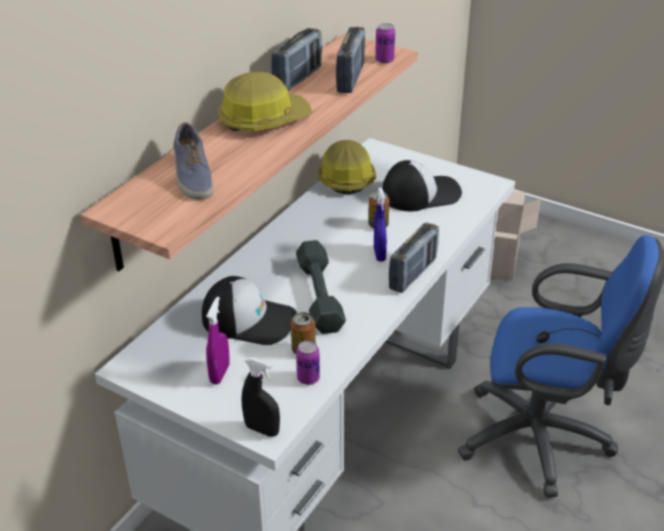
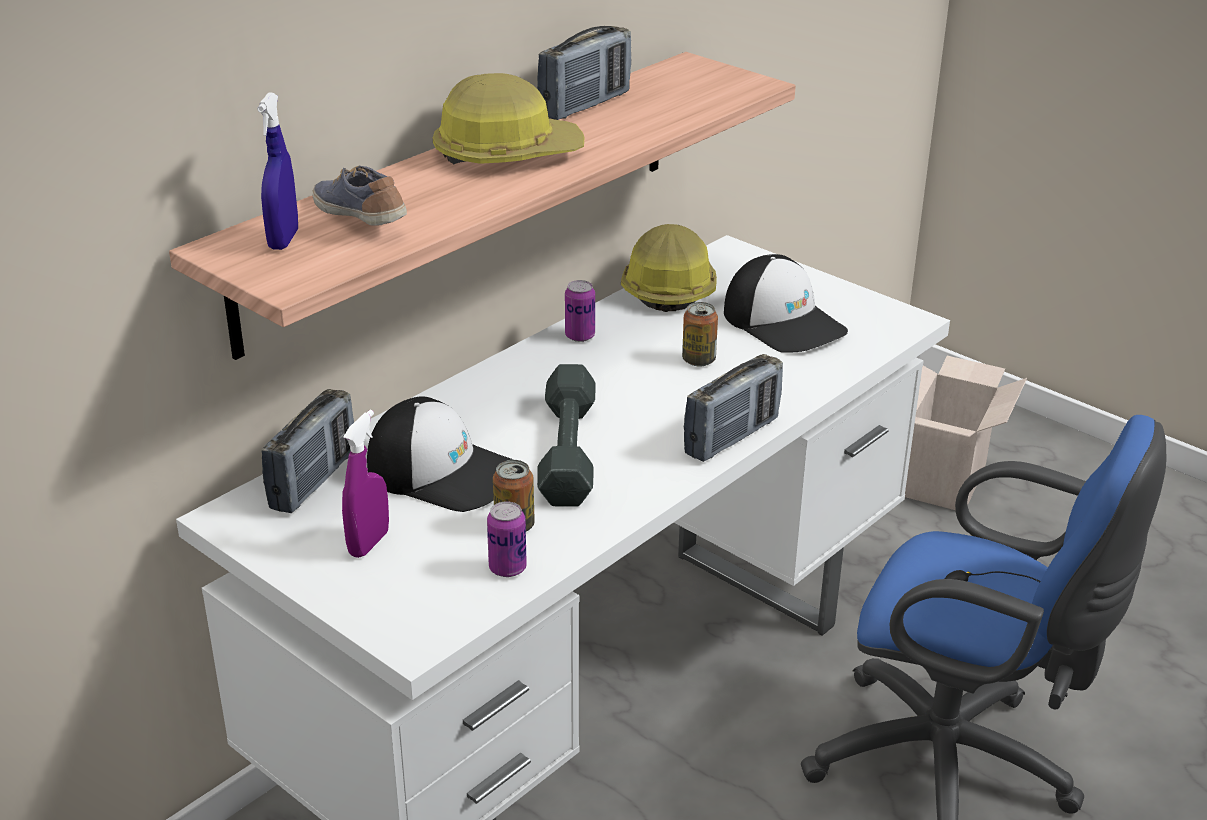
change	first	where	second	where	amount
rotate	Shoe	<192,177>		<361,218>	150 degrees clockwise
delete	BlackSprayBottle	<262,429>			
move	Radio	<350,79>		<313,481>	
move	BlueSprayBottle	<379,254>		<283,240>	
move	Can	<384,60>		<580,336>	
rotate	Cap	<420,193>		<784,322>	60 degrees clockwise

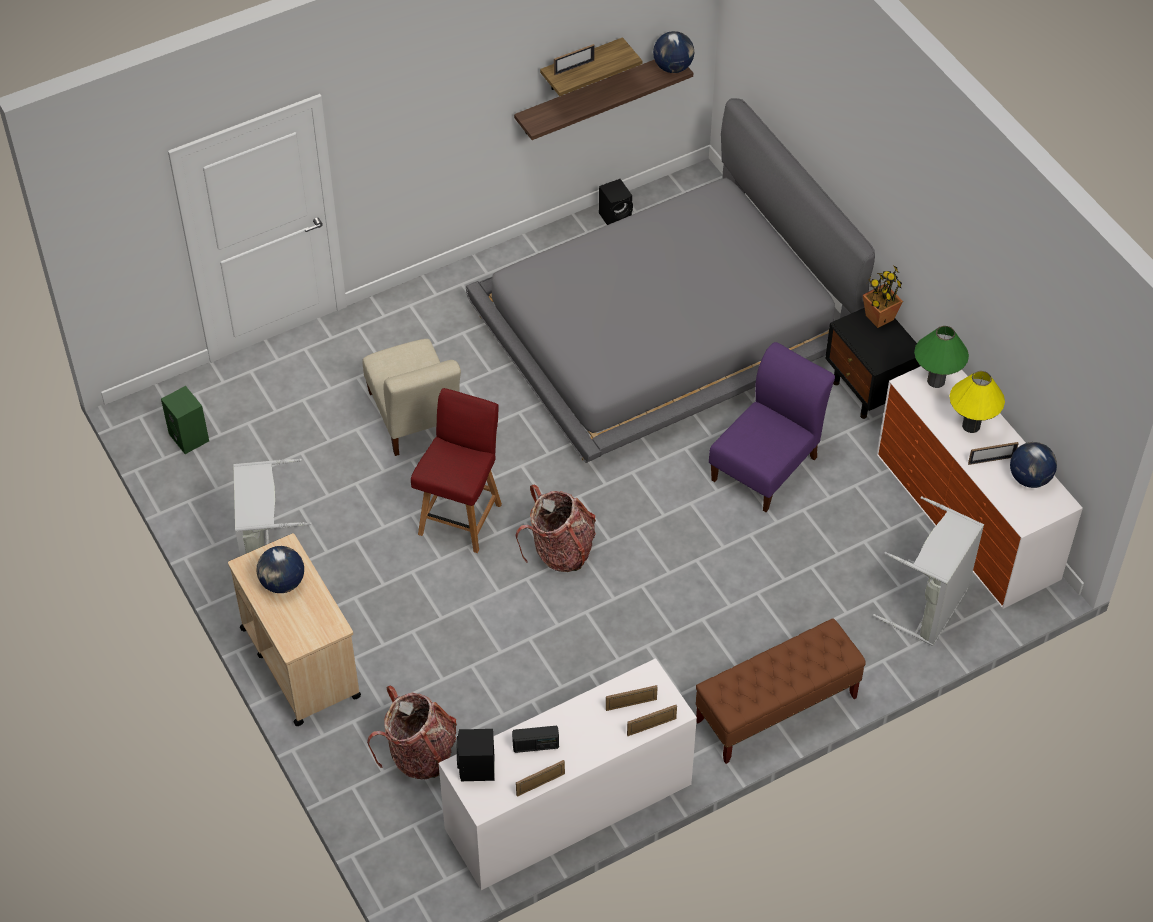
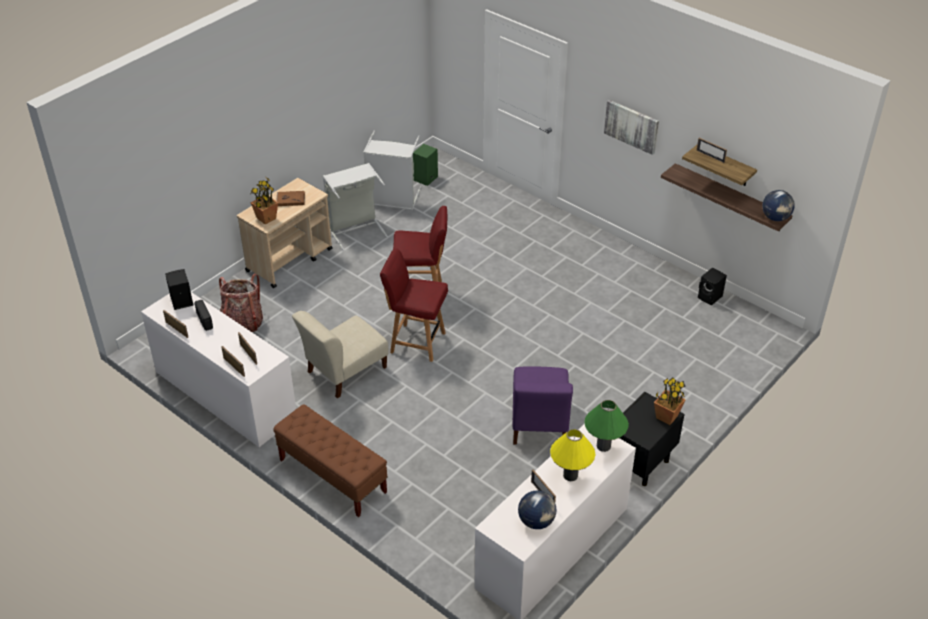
change	first	where	second	where	amount
replace	Globe	<282,583>	BrownBook	<290,199>	
move	BeigeChair	<414,418>		<344,372>	
delete	GreyBed	<665,327>			
replace	Backpack	<560,551>	RedChair	<416,342>	
rotate	PurpleChair	<767,465>		<538,423>	75 degrees clockwise
move	GreyLaundryBasket	<930,608>		<392,200>	
insert			PottedPlant	<266,218>	
insert			Picture	<631,126>	

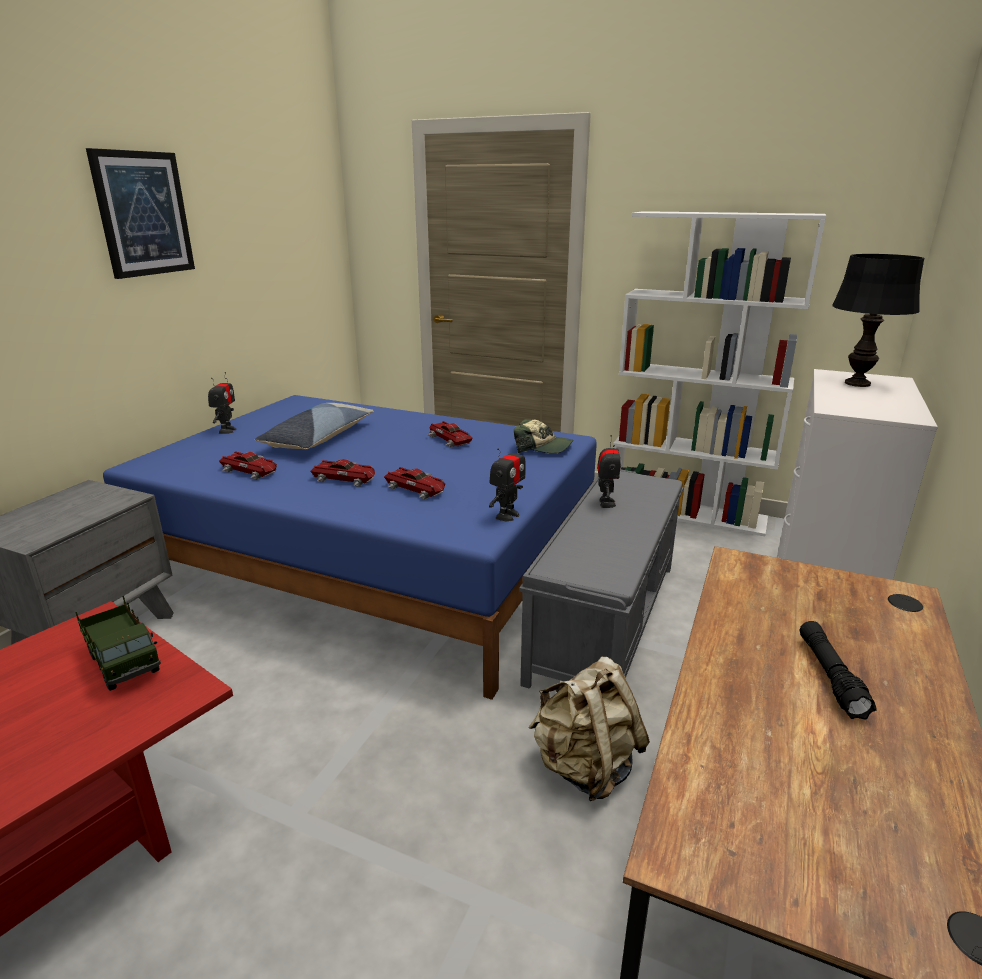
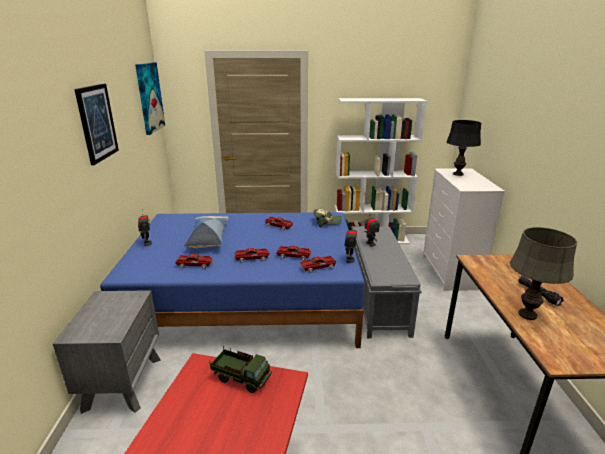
change	first	where	second	where	amount
delete	BeigeBackpack	<585,766>			
insert			Picture	<149,97>	
insert			ToyCar	<318,267>	
insert			GreyTableLamp	<528,315>	

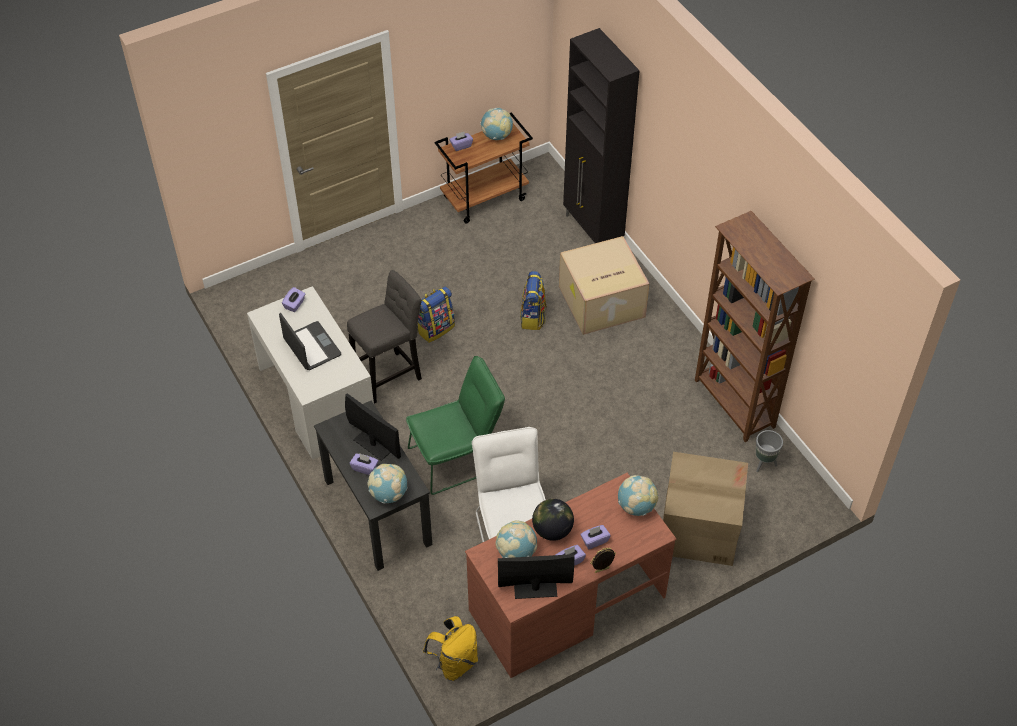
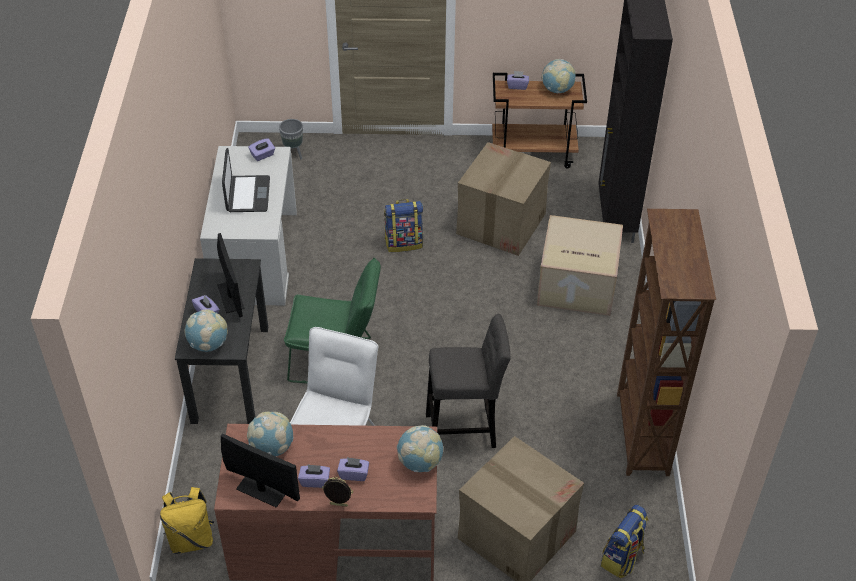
change	first	where	second	where	amount
move	GreyStool	<390,376>		<465,429>	
move	Backpack	<533,317>		<622,558>	
delete	Globe	<552,530>			
move	GreyPlanter	<763,464>		<293,154>	
insert			CardboardBox	<501,224>	

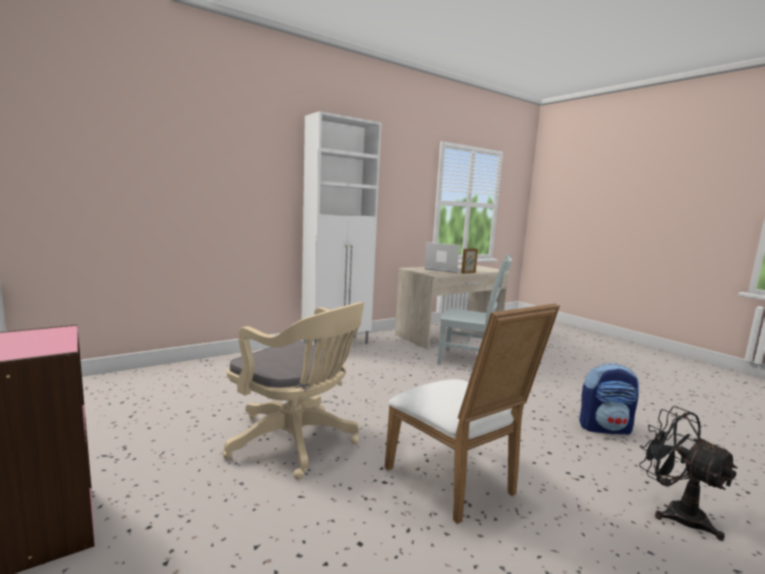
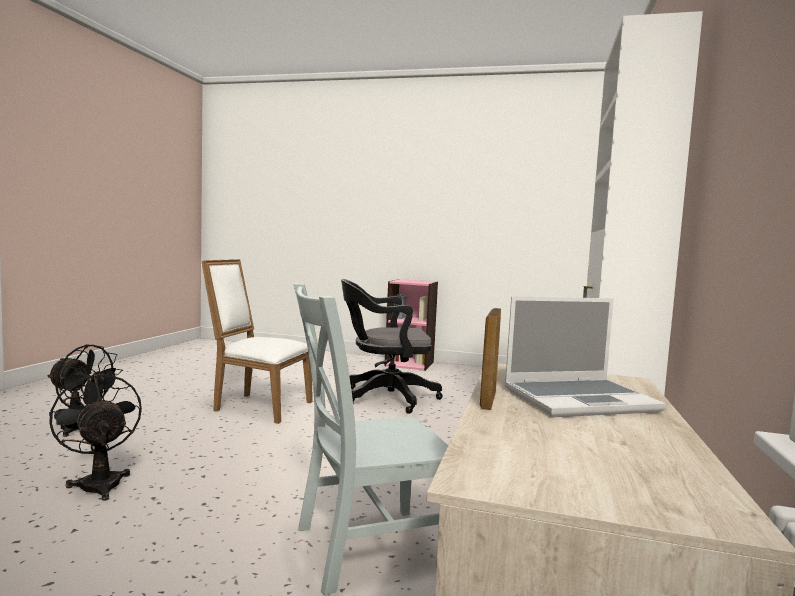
change	first	where	second	where	amount
recolor	BeigeOfficeChair	<297,442>	BlackOfficeChair	<384,398>	
replace	Backpack	<605,428>	BlackFan	<99,482>	

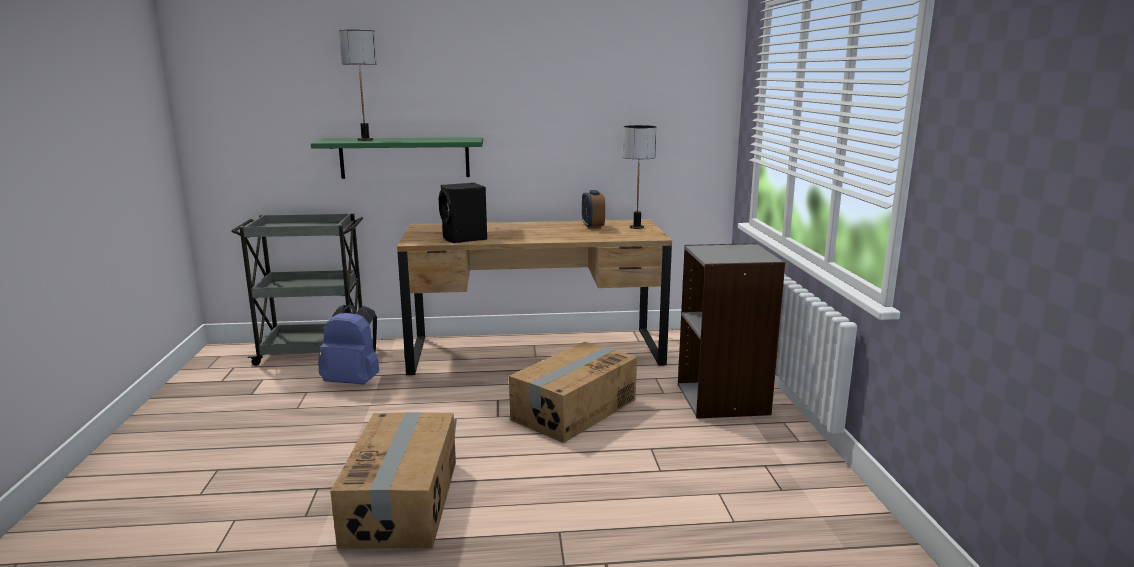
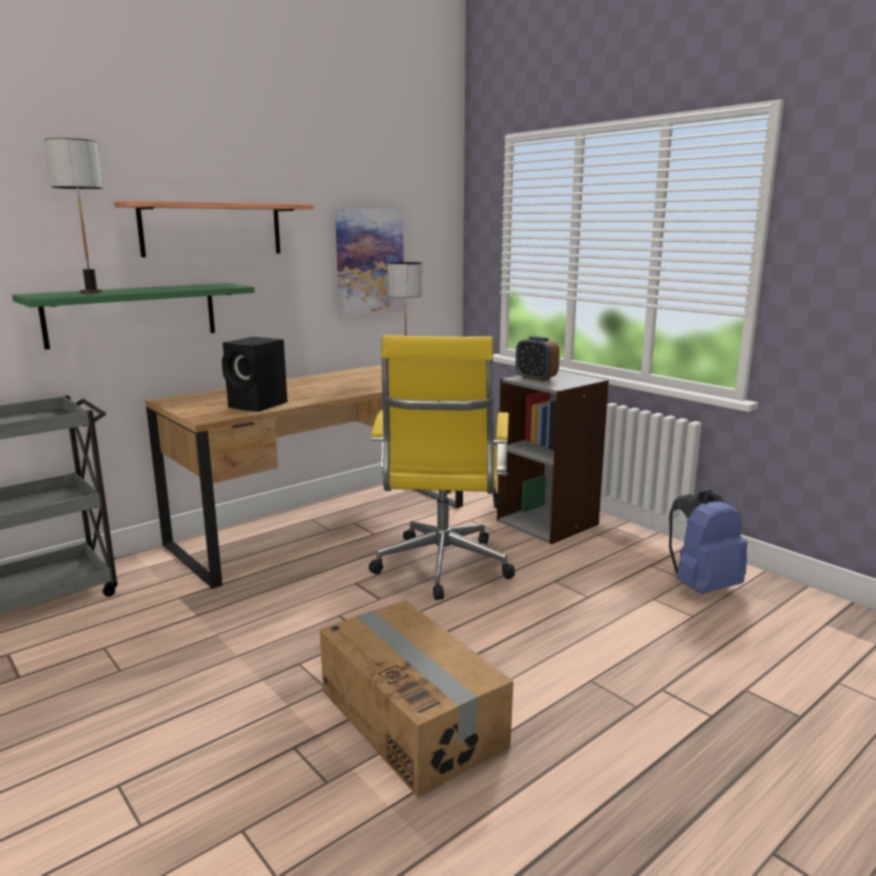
change	first	where	second	where	amount
move	BlueBackpack	<354,382>		<702,586>	
replace	CardboardBox	<573,409>	YellowOfficeChair	<442,569>	
move	AlarmClock	<592,226>		<536,379>	
insert			Shelf	<212,229>	
insert			Picture	<369,262>	

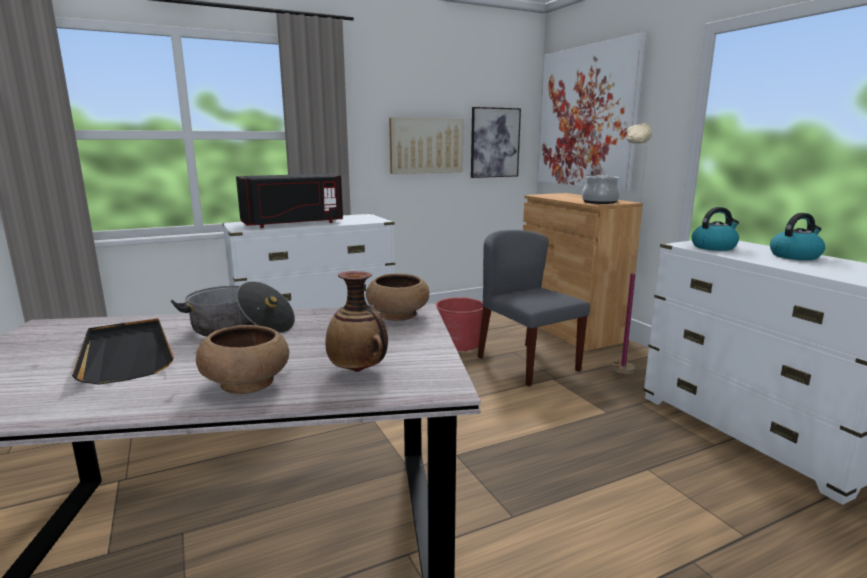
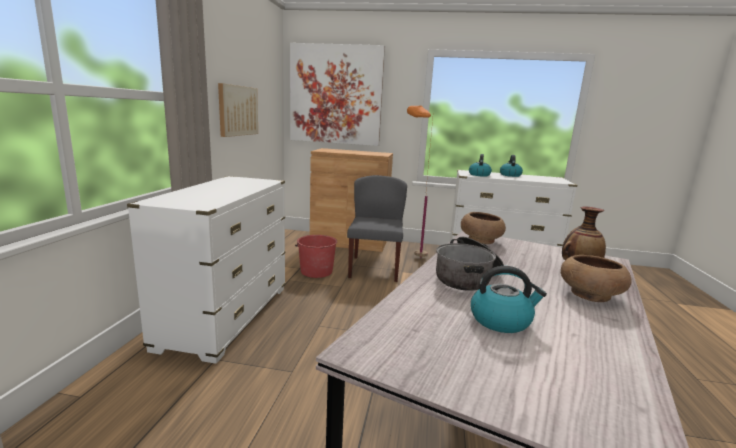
change	first	where	second	where	amount
replace	BlackTray	<126,353>	Kettle	<501,320>	
delete	BlackMicrowave	<293,224>			
delete	Picture	<495,142>			
rotate	GreyChair	<527,363>		<374,268>	90 degrees clockwise
delete	CookingPot	<599,202>			
recolor	BeigeFloorLamp	<617,367>	OrangeFloorLamp	<411,255>	

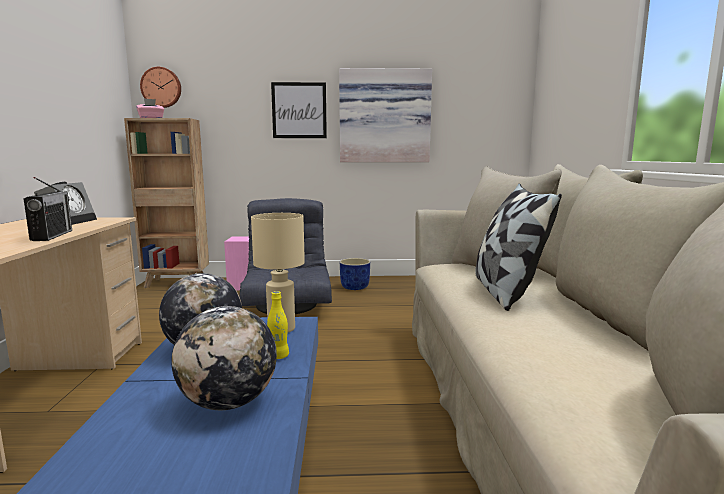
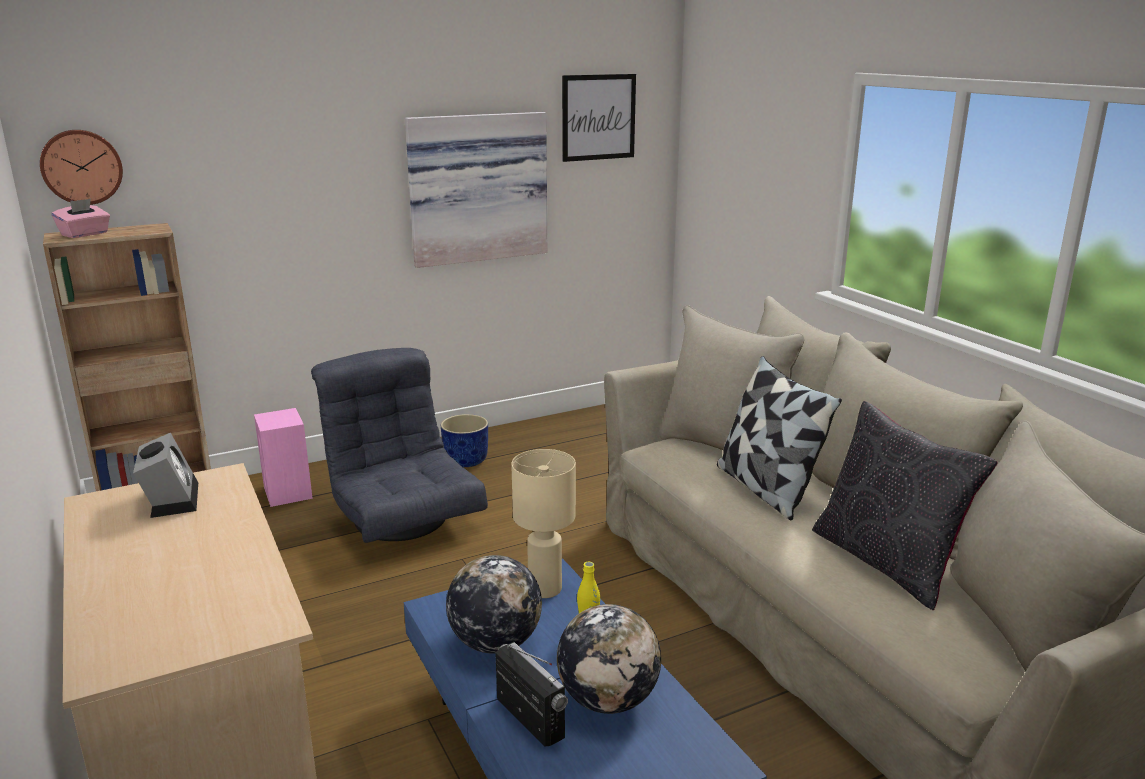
change	first	where	second	where	amount
move	Radio	<52,236>		<530,718>	
move	Picture	<299,110>		<598,117>	
insert			BlackPillow	<886,562>	

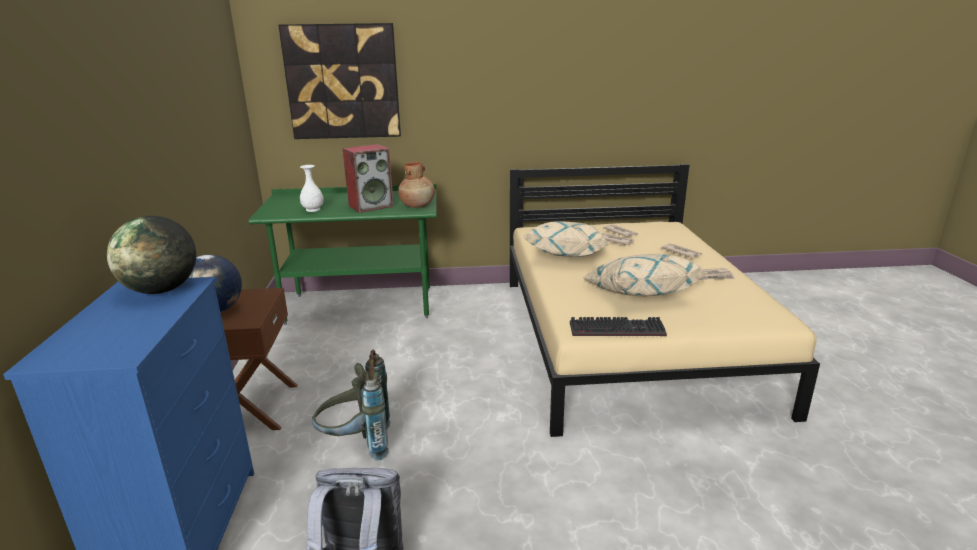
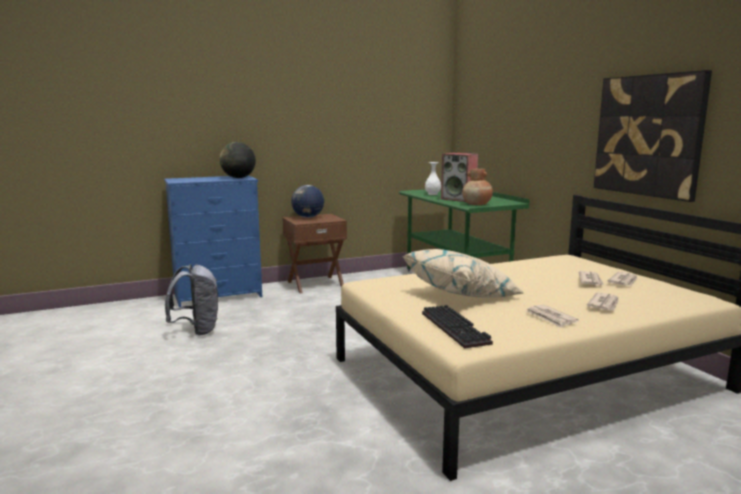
change	first	where	second	where	amount
move	Picture	<342,82>		<648,135>	
delete	GreyBackpack	<357,445>			
delete	BeigePillow	<567,256>			
move	Keyboard	<618,328>		<457,328>	

